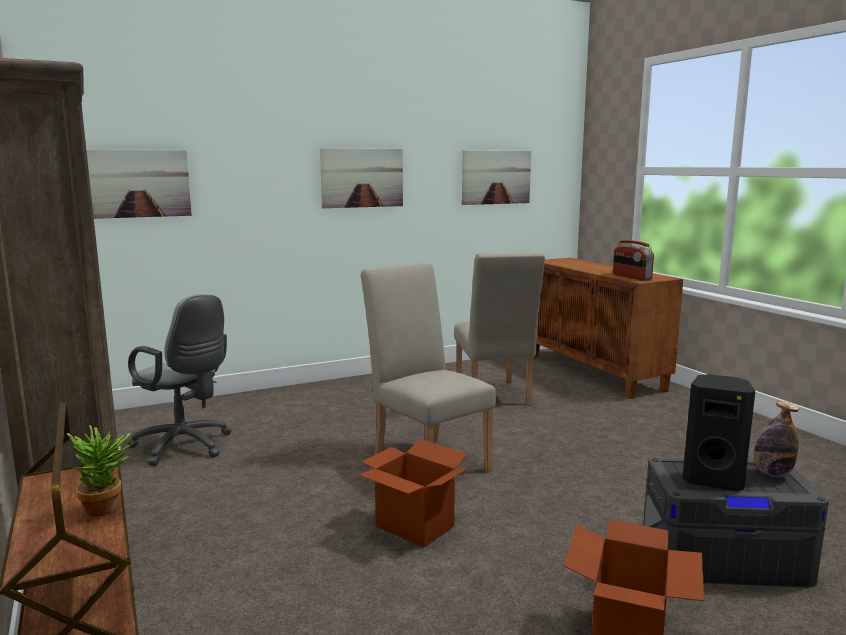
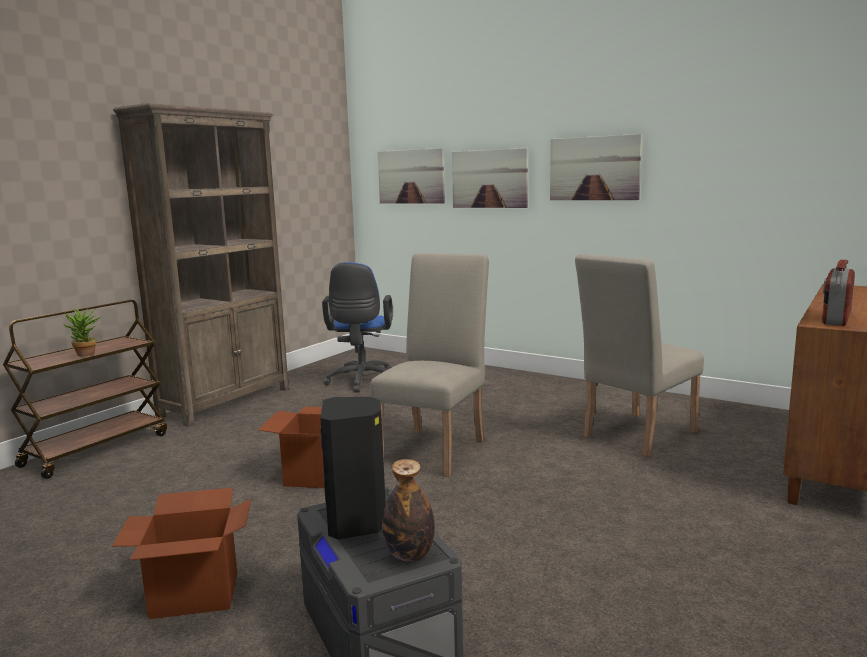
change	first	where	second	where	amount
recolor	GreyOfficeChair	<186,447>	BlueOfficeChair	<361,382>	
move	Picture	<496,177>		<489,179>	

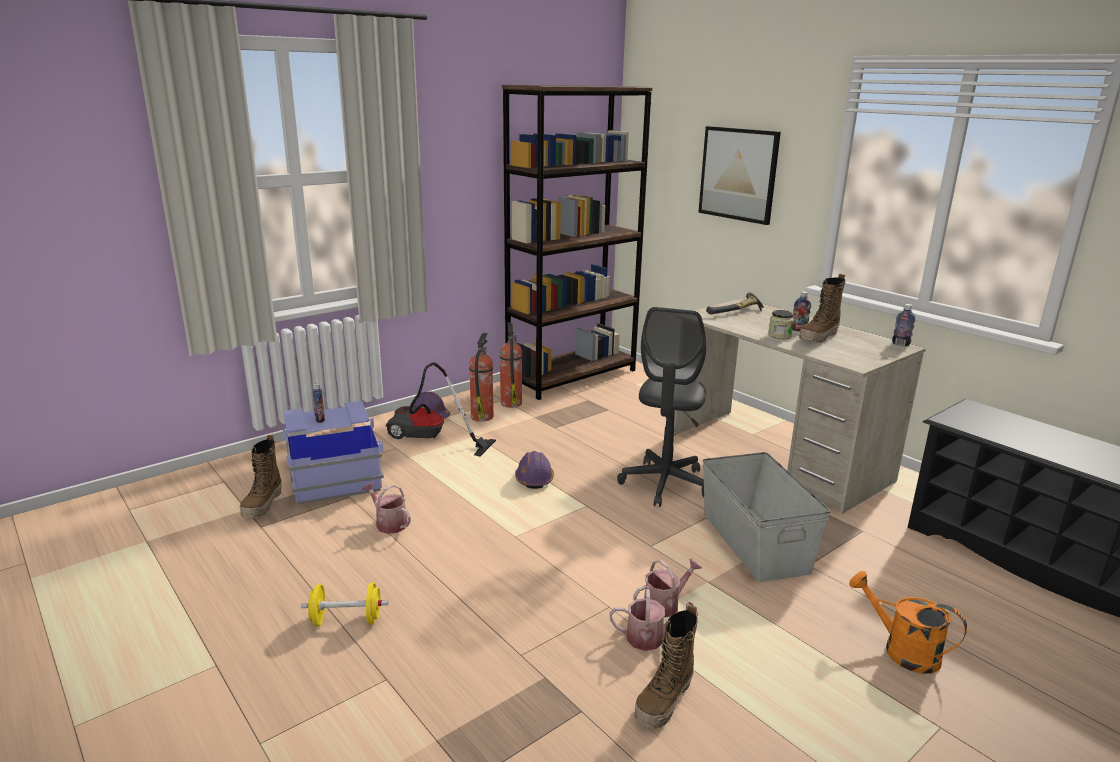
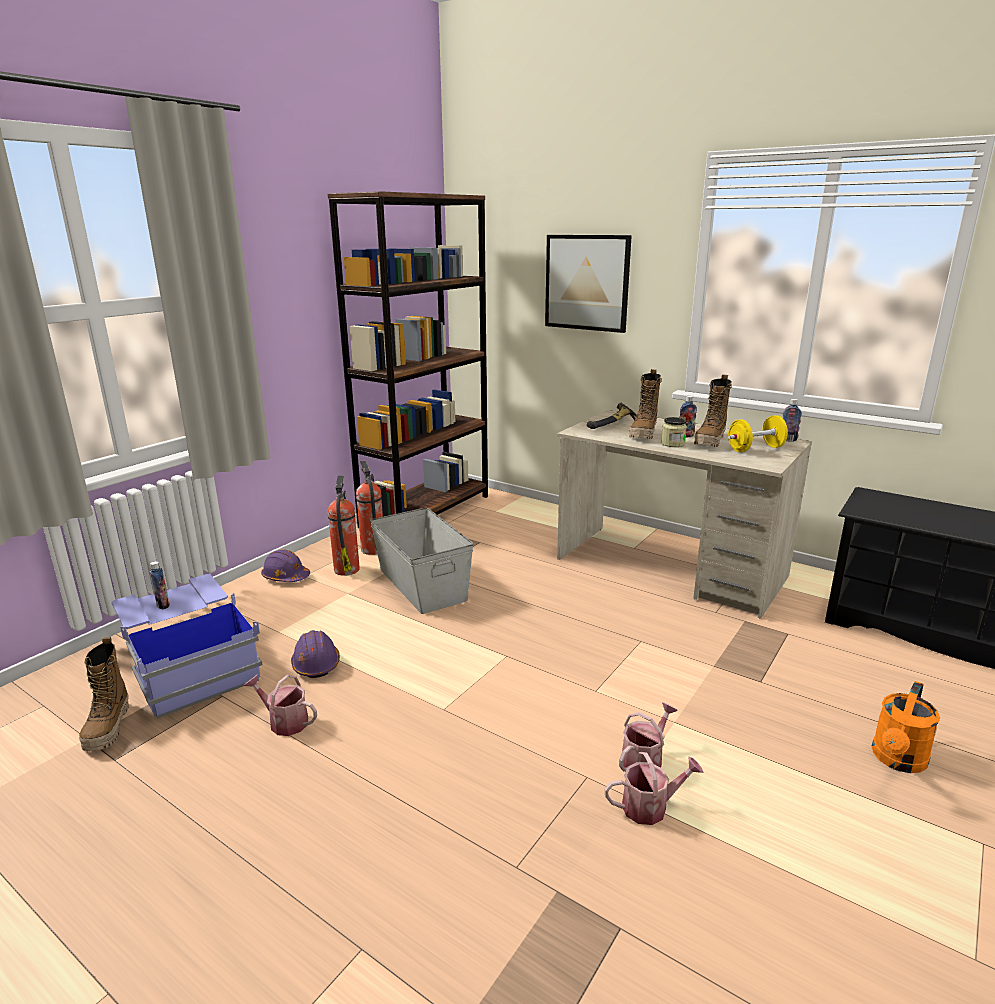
change	first	where	second	where	amount
move	YellowDumbbell	<346,620>		<755,449>	
delete	VacuumCleaner	<429,439>			
move	PurpleHardHat	<534,478>		<316,663>	
delete	GreyOfficeChair	<665,484>			
move	Boot	<664,701>		<644,434>	
move	GreyStorageBox	<755,542>		<422,584>	
rotate	OrangeWateringCan	<901,650>		<897,761>	75 degrees counterclockwise

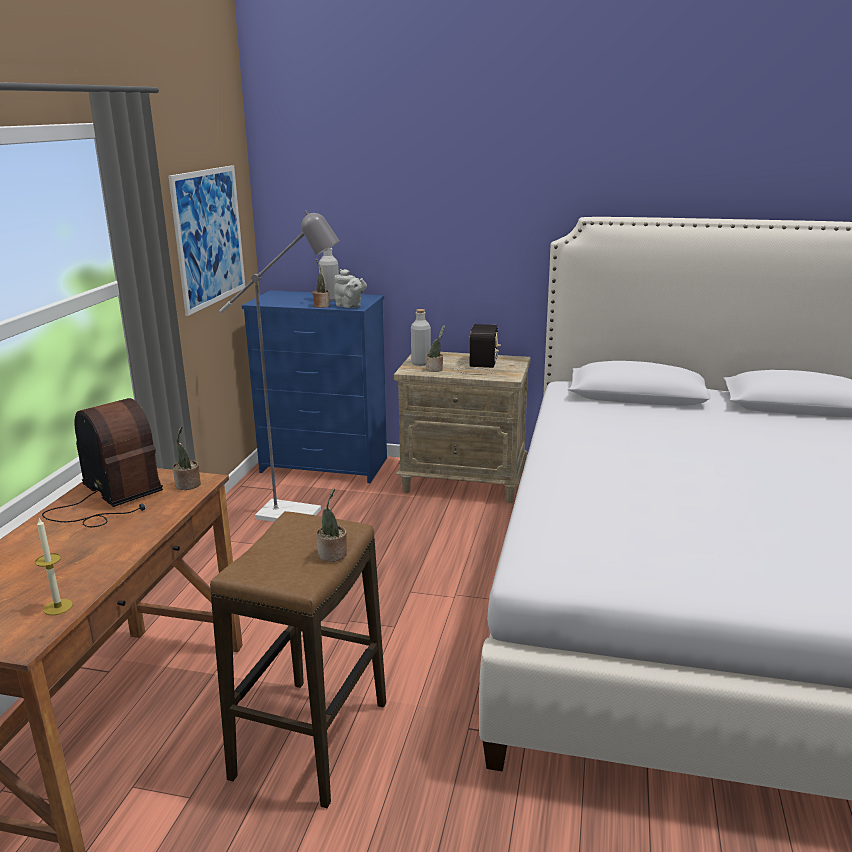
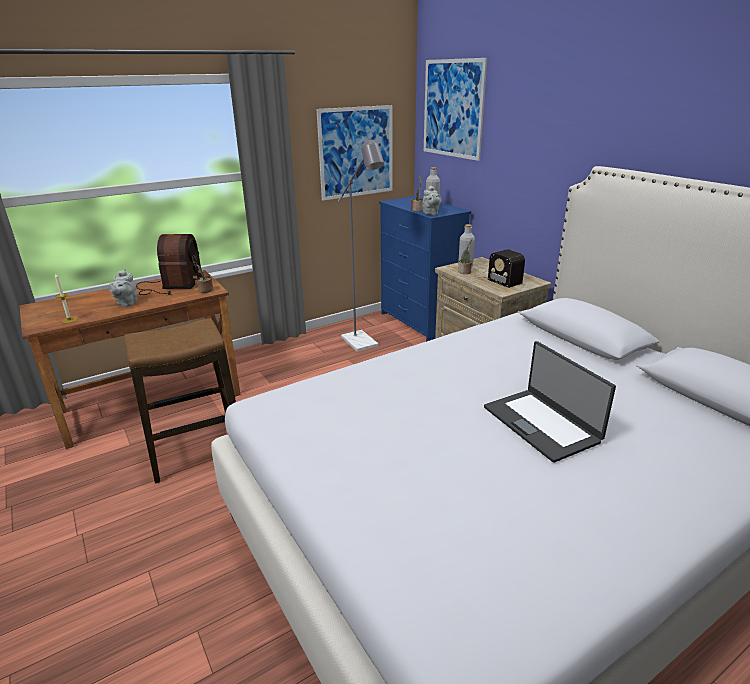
change	first	where	second	where	amount
delete	PottedPlant	<333,555>			
rotate	Radio	<479,366>		<498,278>	90 degrees clockwise
insert			GreyTeapot	<126,303>	
insert			Picture	<453,109>	
insert			Laptop	<541,424>	

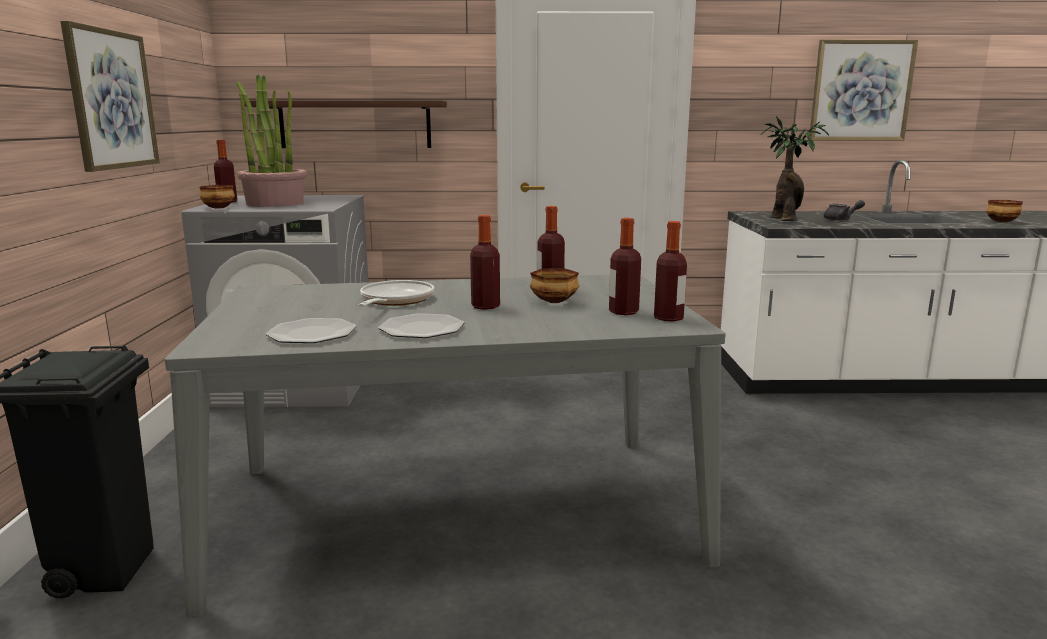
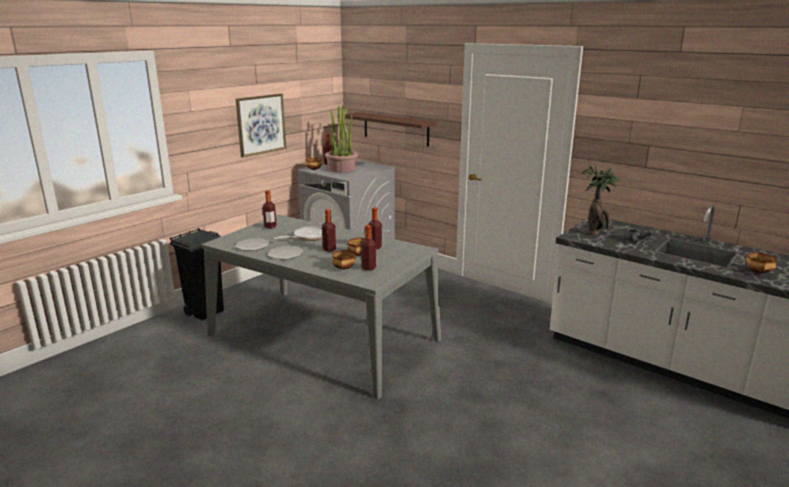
change	first	where	second	where	amount
move	Bottle	<668,318>		<270,227>	
delete	Picture	<861,91>			
insert			Bowl	<343,268>	

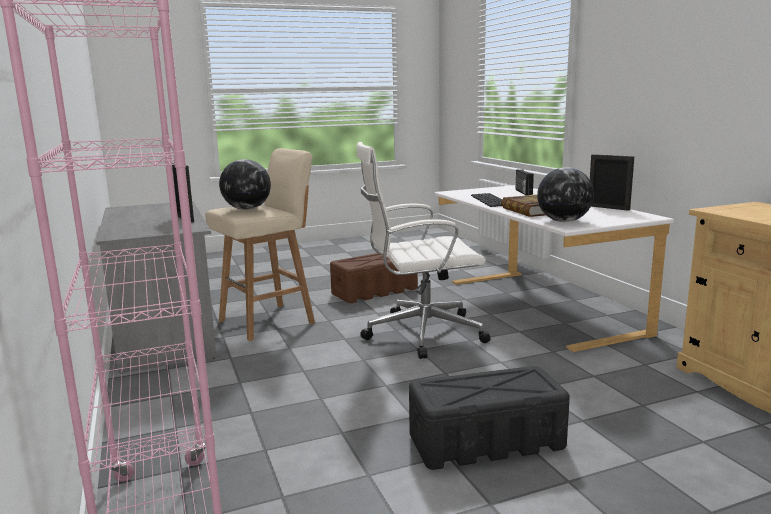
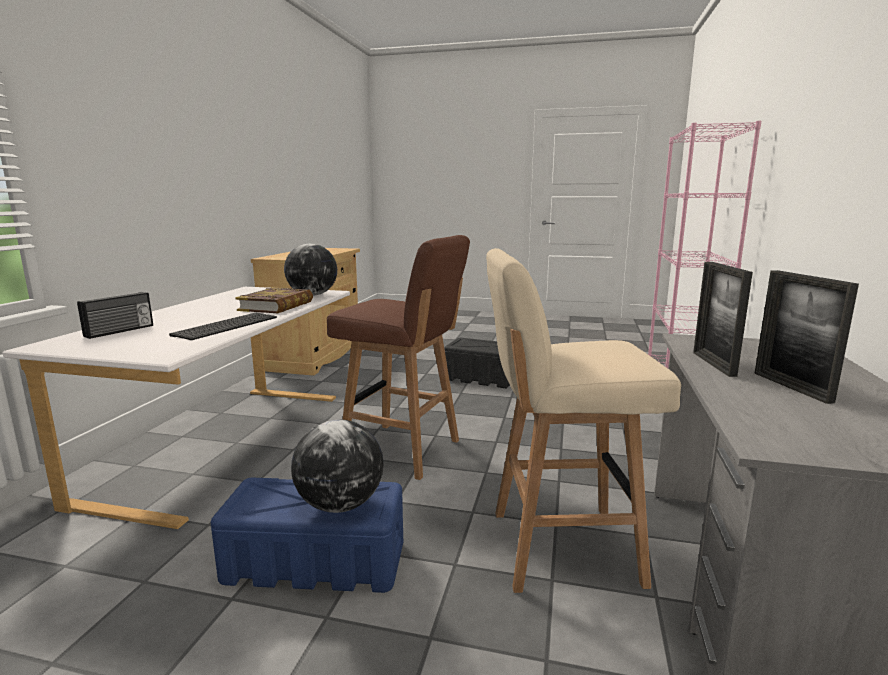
change	first	where	second	where	amount
move	Globe	<246,209>		<340,505>	
recolor	BrownStorageBox	<375,291>	BlueStorageBox	<314,562>	
replace	WhiteOfficeChair	<420,333>	BrownStool	<403,451>	
move	PictureFrame	<608,208>		<791,387>	

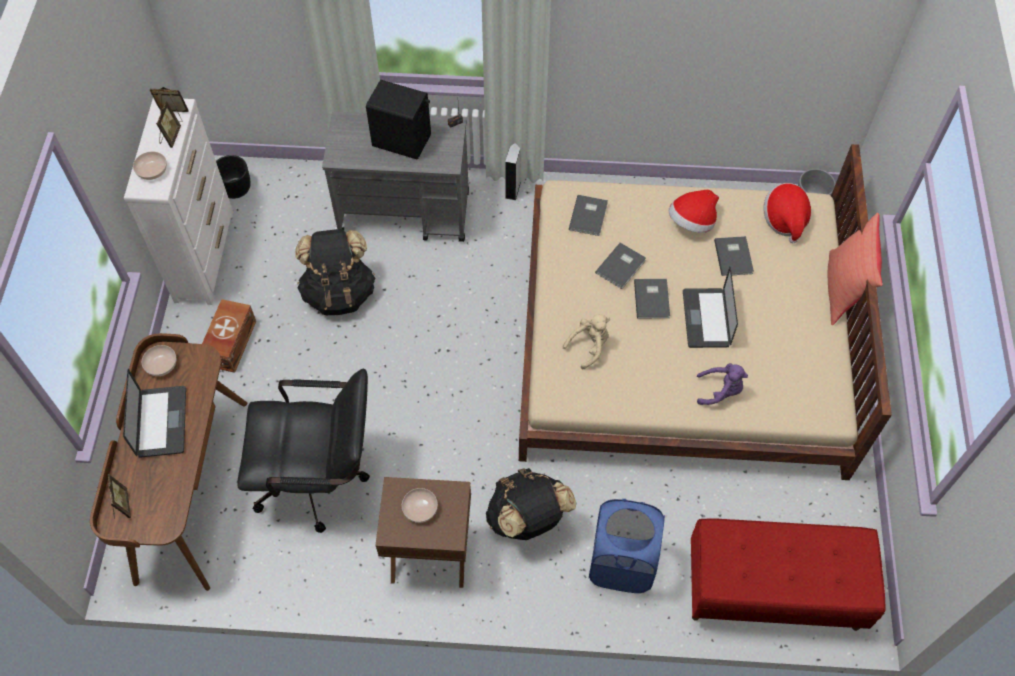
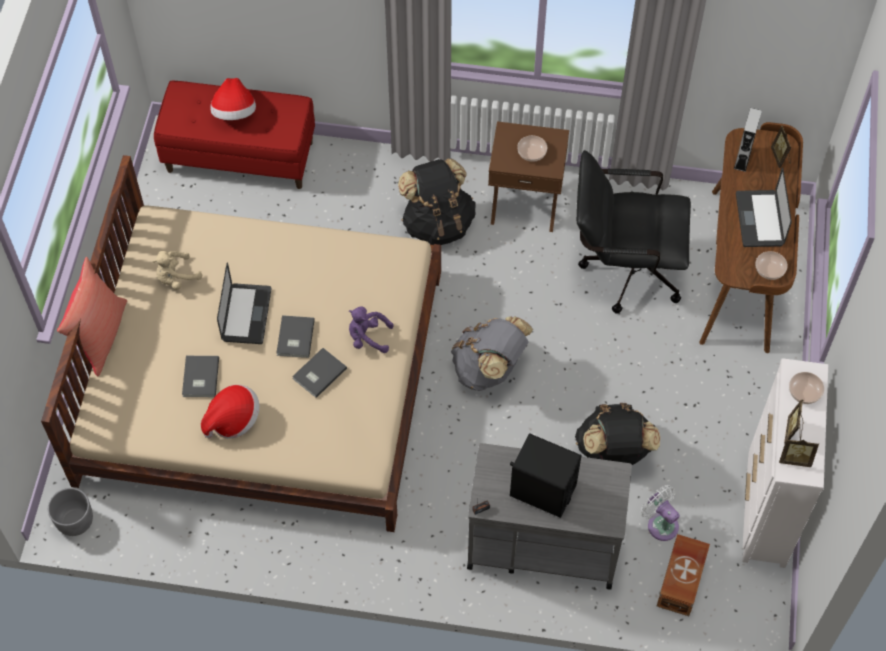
change	first	where	second	where	amount
move	BrownStorageBox	<230,344>		<682,580>	
delete	BlackPlanter	<235,188>			
move	GreySpeaker	<513,188>		<742,158>	
move	BeigePlushToy	<589,346>		<176,278>	
delete	GreyBook	<589,216>			
delete	BlueLaundryBasket	<621,564>			
move	PurplePlushToy	<720,391>		<368,337>	
move	Hat	<784,220>		<234,113>	
insert			GreyBackpack	<489,369>	
insert			WhiteFan	<660,523>	

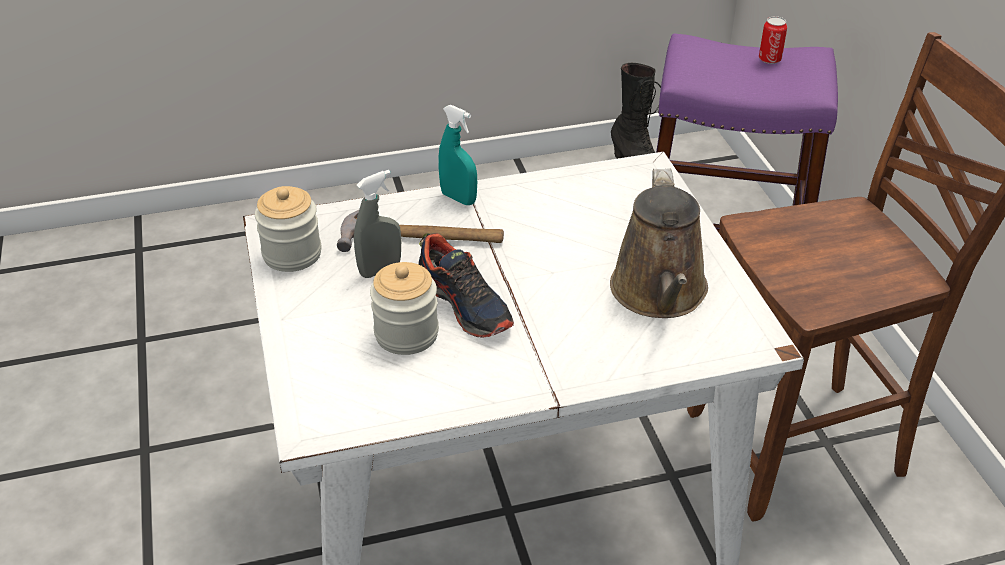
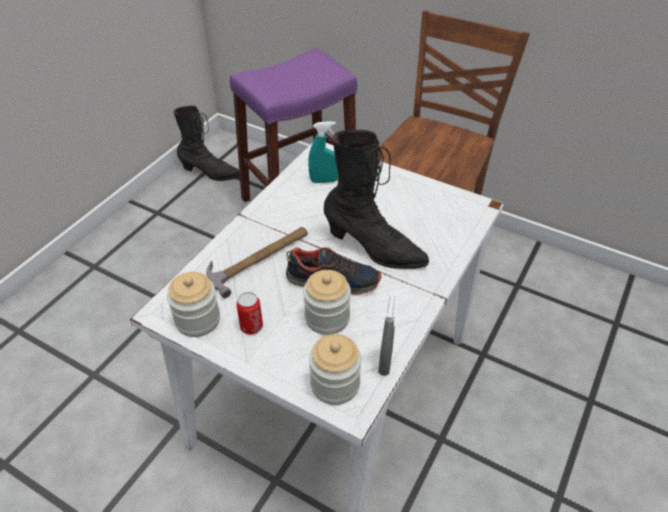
change	first	where	second	where	amount
move	GreySprayBottle	<380,269>		<385,362>	
move	TurquoiseSprayBottle	<458,198>		<324,181>	
delete	BrownWateringCan	<659,294>			
move	Can	<769,59>		<251,326>	
insert			Jar	<335,384>	
insert			BlackBoot	<374,249>	

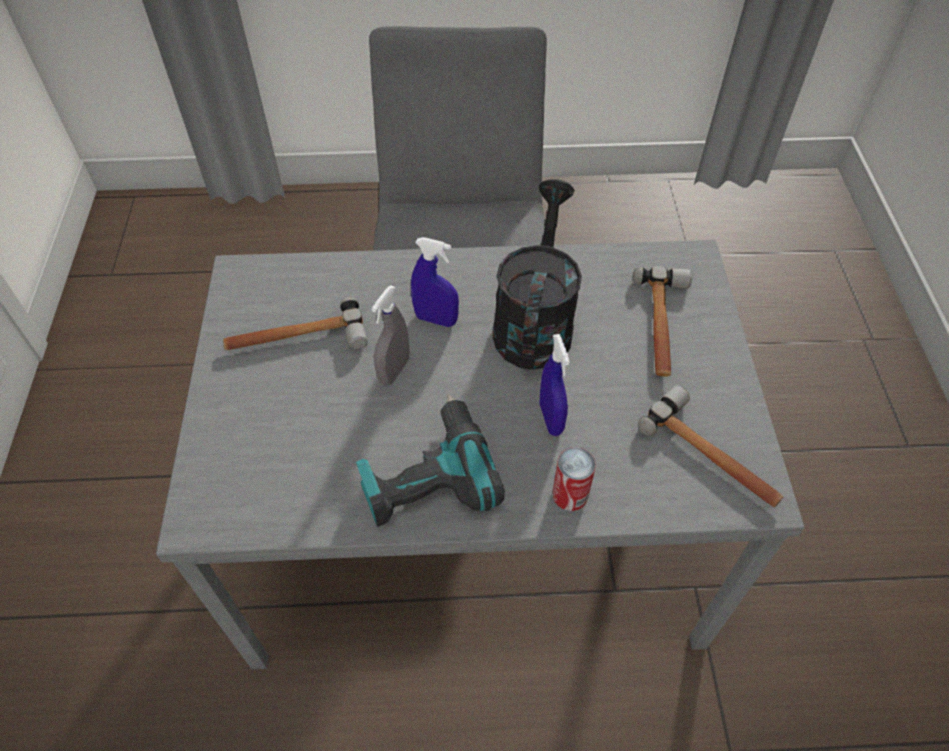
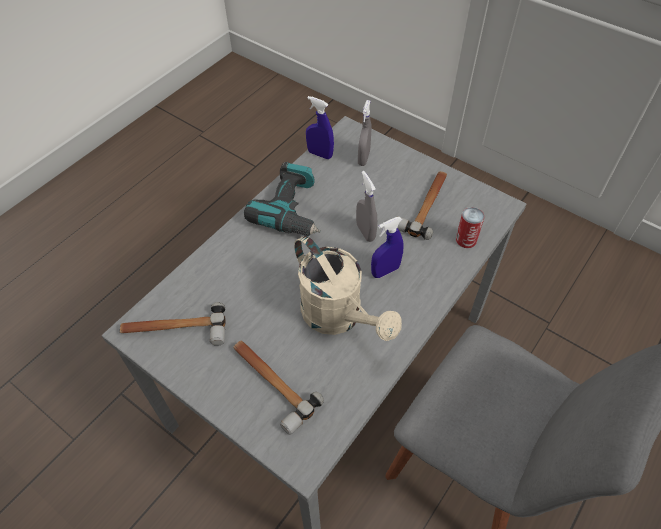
change	first	where	second	where	amount
recolor	BlackWateringCan	<534,321>	BeigeWateringCan	<339,317>	
move	BlueSprayBottle	<551,418>		<320,154>	
move	Can	<570,494>		<466,239>	
insert			GreySprayBottle	<363,158>	

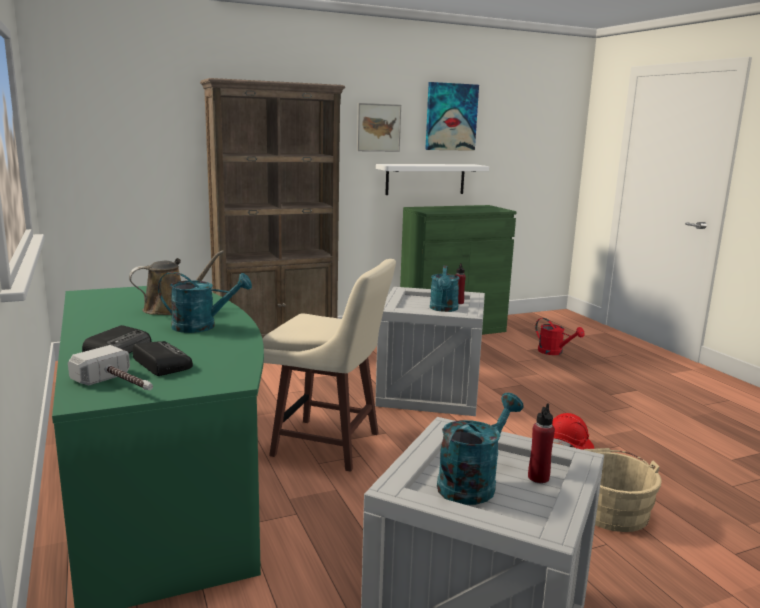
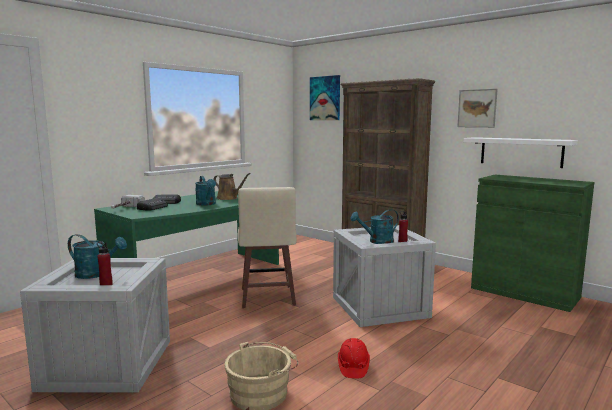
change	first	where	second	where	amount
move	Picture	<451,117>		<325,98>	
delete	RedWateringCan	<554,352>			

